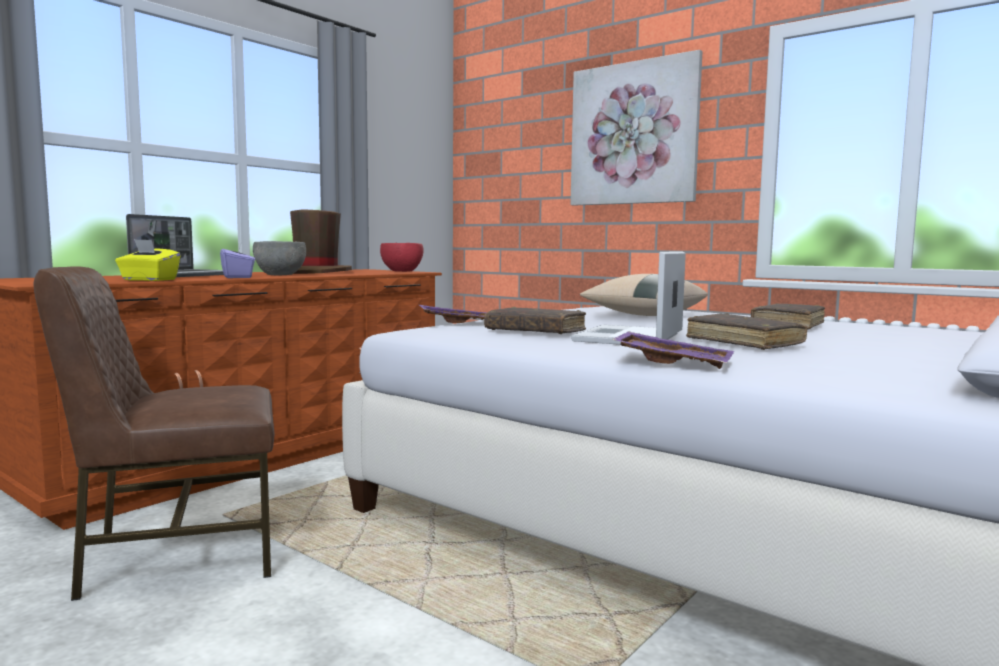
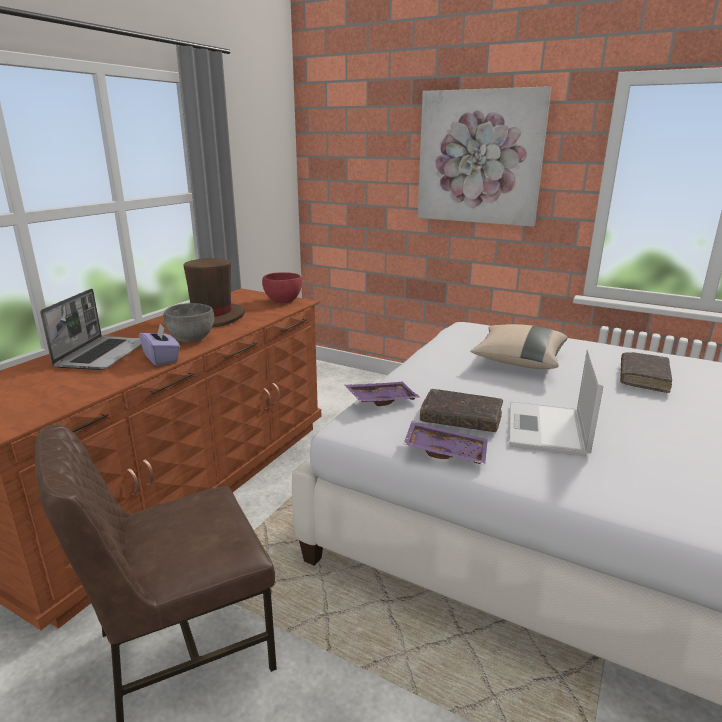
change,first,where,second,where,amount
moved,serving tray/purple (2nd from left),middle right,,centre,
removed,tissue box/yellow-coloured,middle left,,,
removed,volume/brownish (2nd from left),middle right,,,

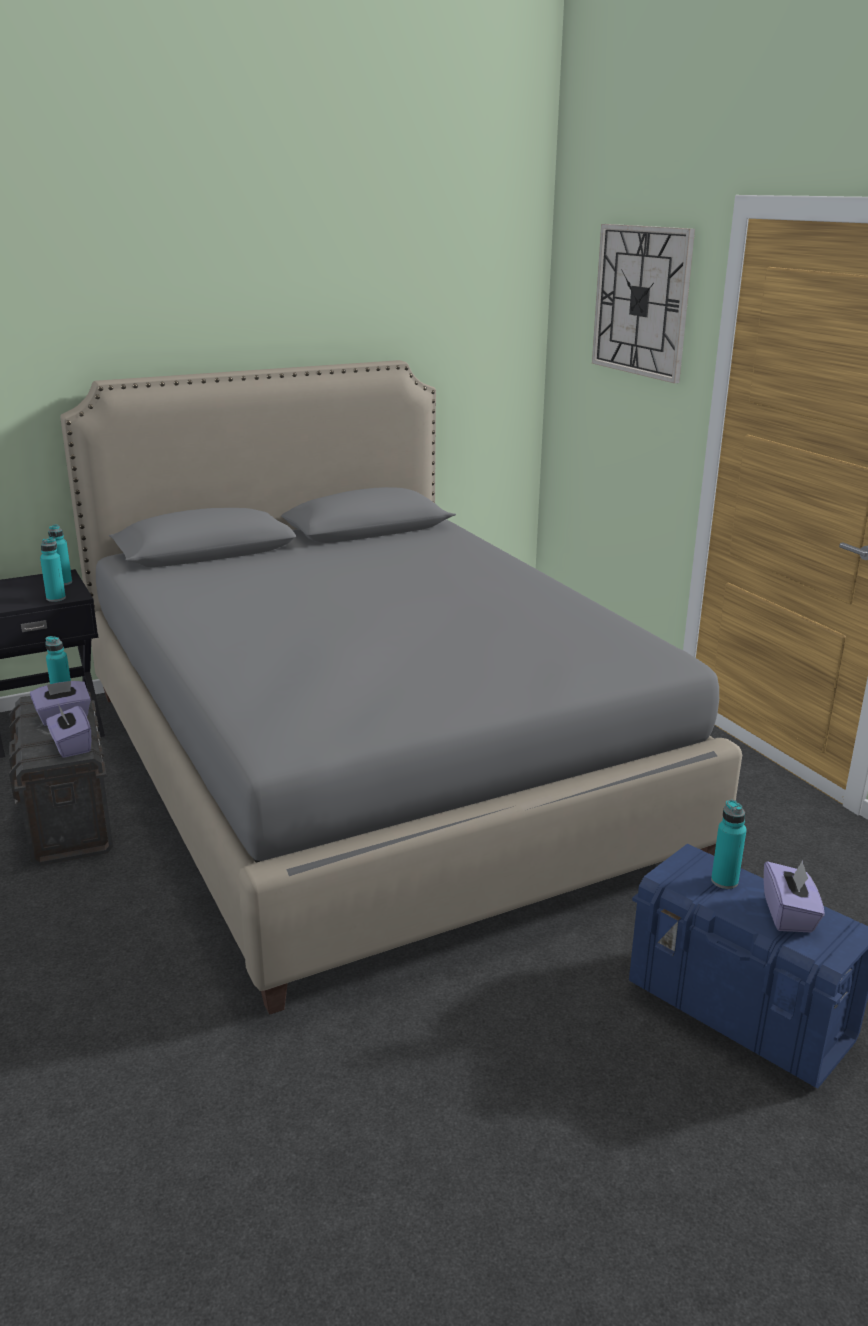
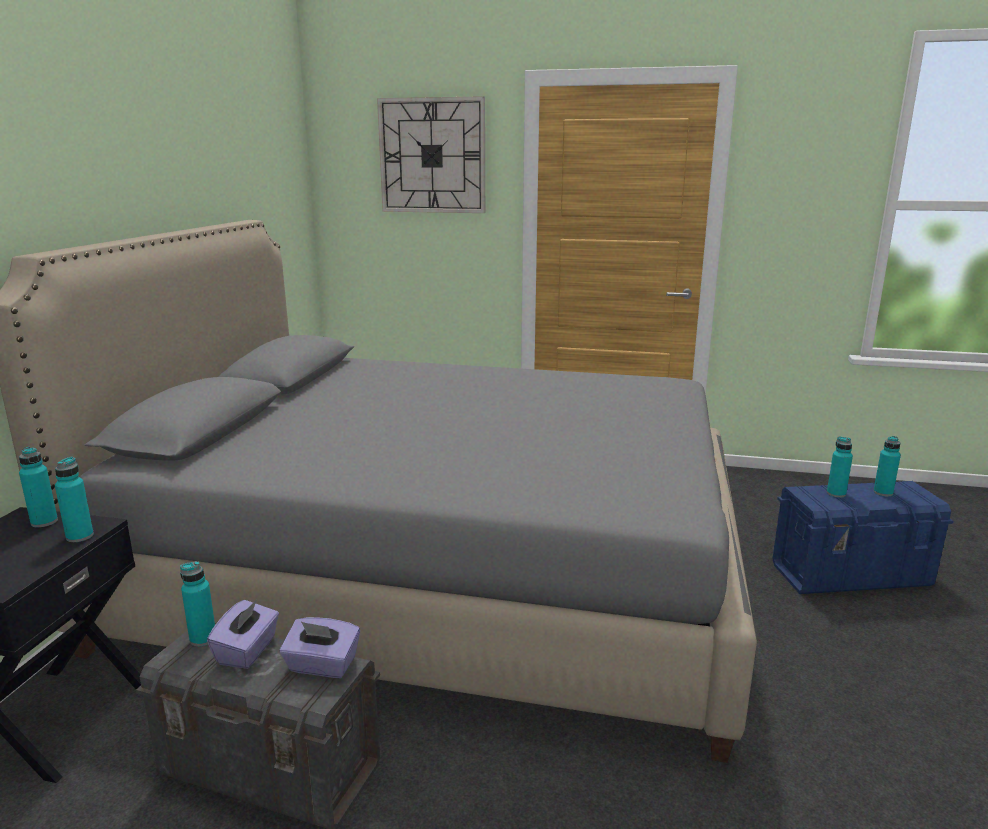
change,first,where,second,where,amount
replaced,tissue box/purple (3rd from left),bottom right,drink bottle/turquoise (5th from left),middle right,

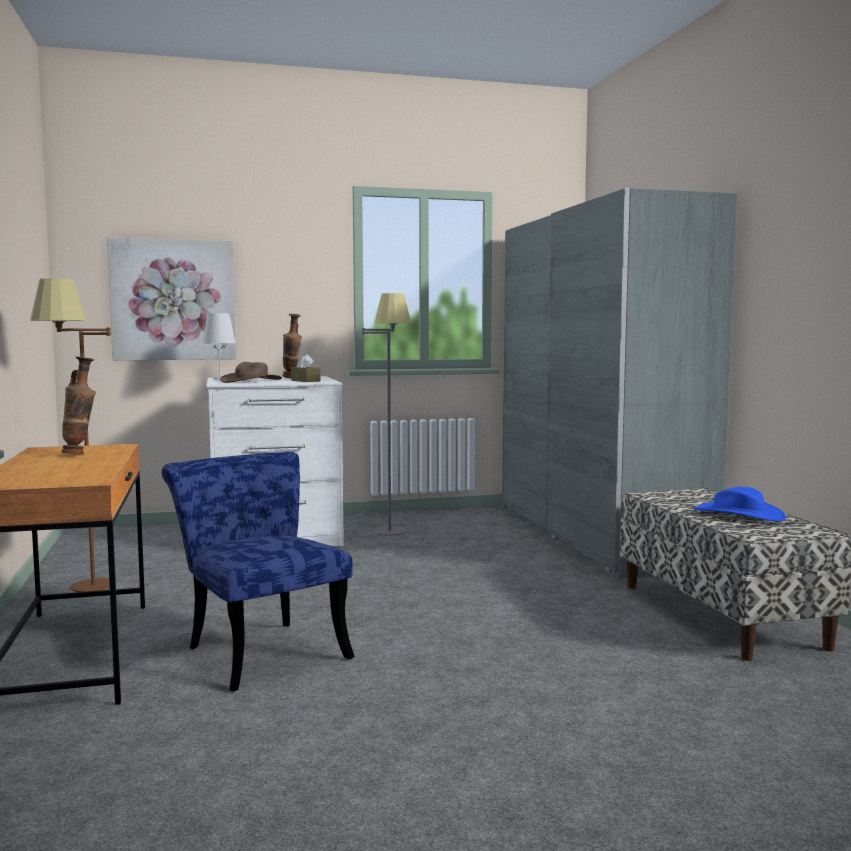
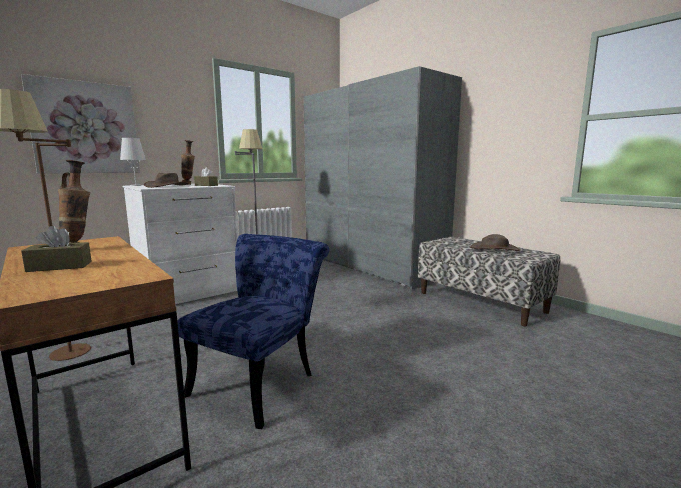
change,first,where,second,where,amount
added,,,tissue box/brownish (1st from left),middle left,
turned,plain chair/bluish,bottom left,,bottom centre,90 degrees clockwise
recoloured,clothing hat/bluish,middle right,clothing hat/brownish (2nd from left),middle right,

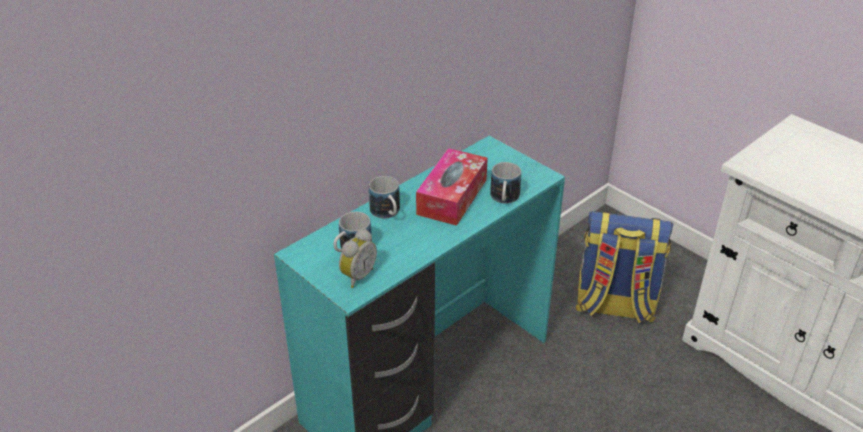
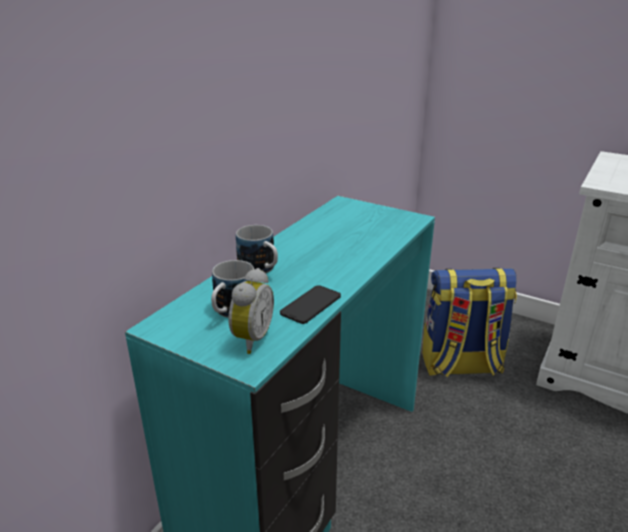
change,first,where,second,where,amount
added,,,handset,centre,
removed,tissue box,centre,,,
removed,coffee mug (3rd from left),centre,,,

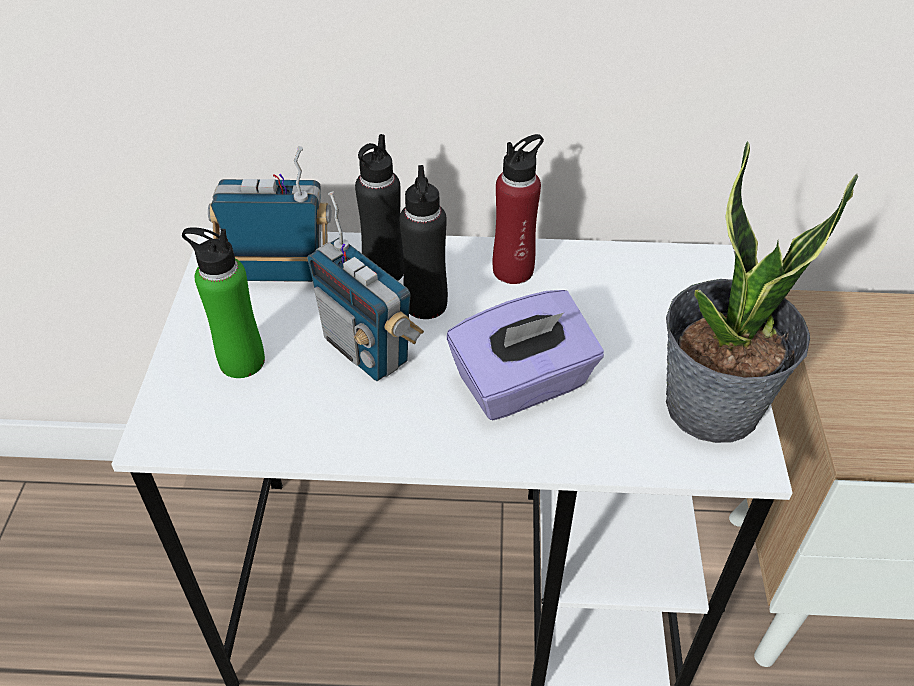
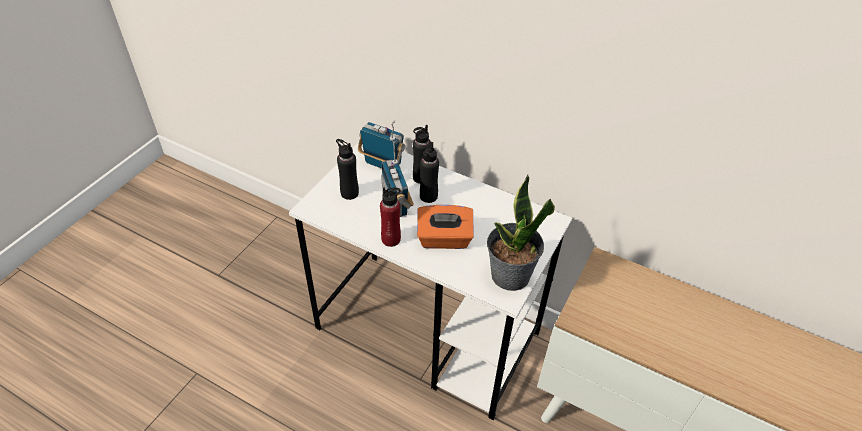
change,first,where,second,where,amount
recoloured,drink bottle/green,middle left,drink bottle/black (1st from left),centre,
moved,drink bottle/red,top centre,,centre,
recoloured,tissue box/purple,centre,tissue box/orange-coloured,centre,

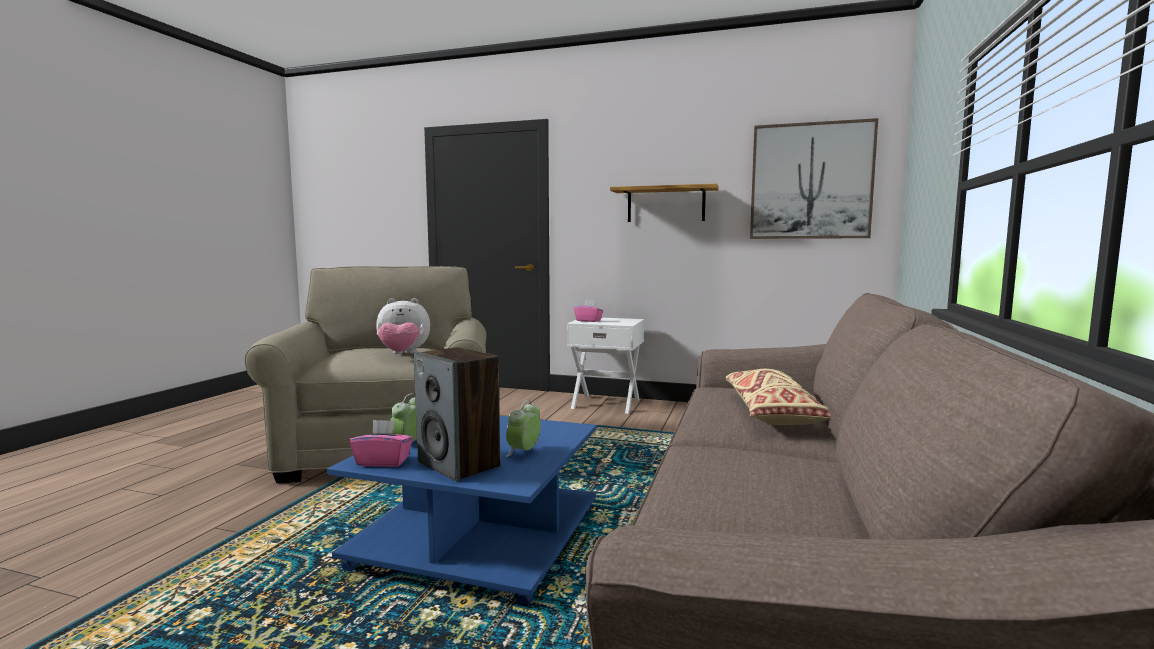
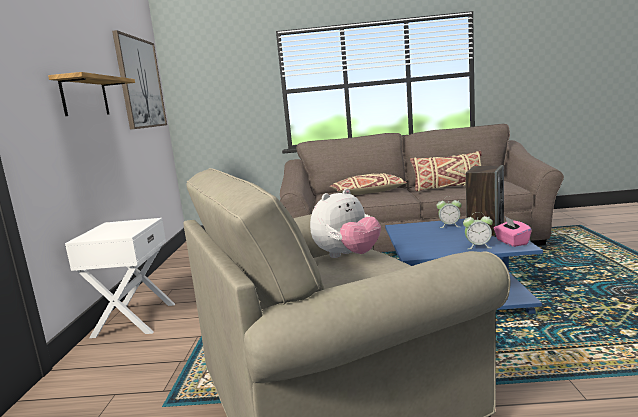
change,first,where,second,where,amount
turned,cuddly toy,centre,,centre,75 degrees clockwise
added,,,cushion/beige-coloured (2nd from left),middle right,
removed,tissue box/pinkish (2nd from left),centre,,,

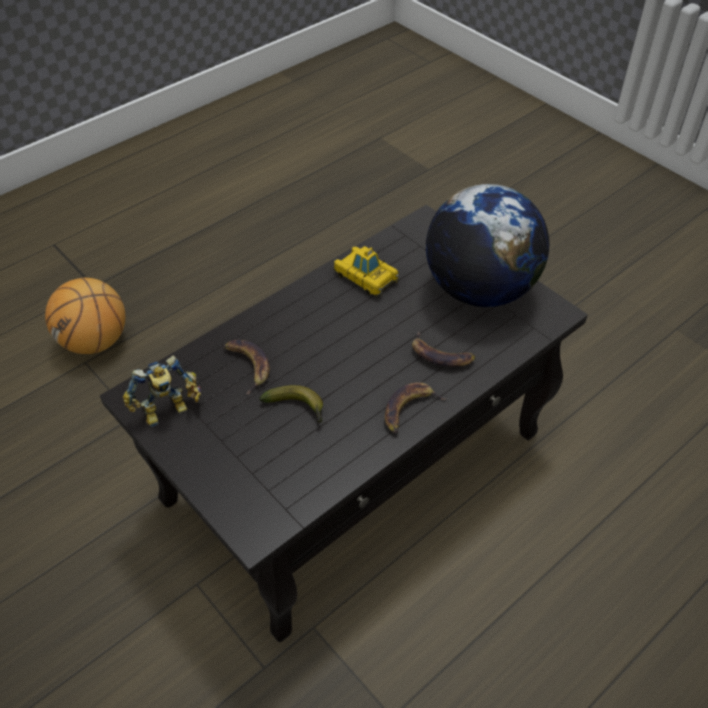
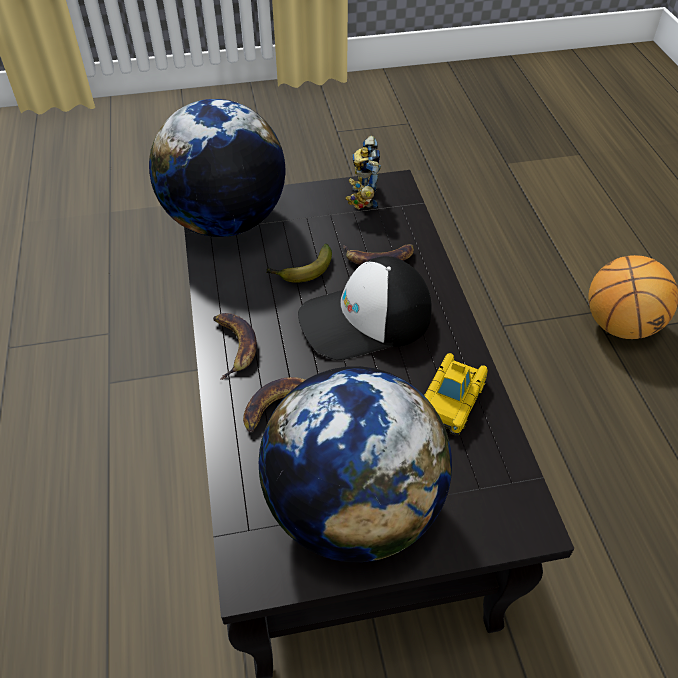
change,first,where,second,where,amount
added,,,world globe (1st from left),top left,
added,,,baseball cap,centre,
turned,toy car,centre,,middle right,135 degrees clockwise

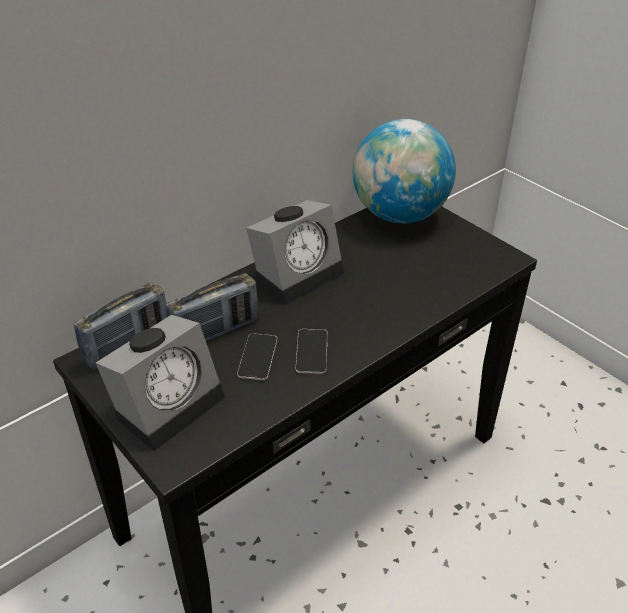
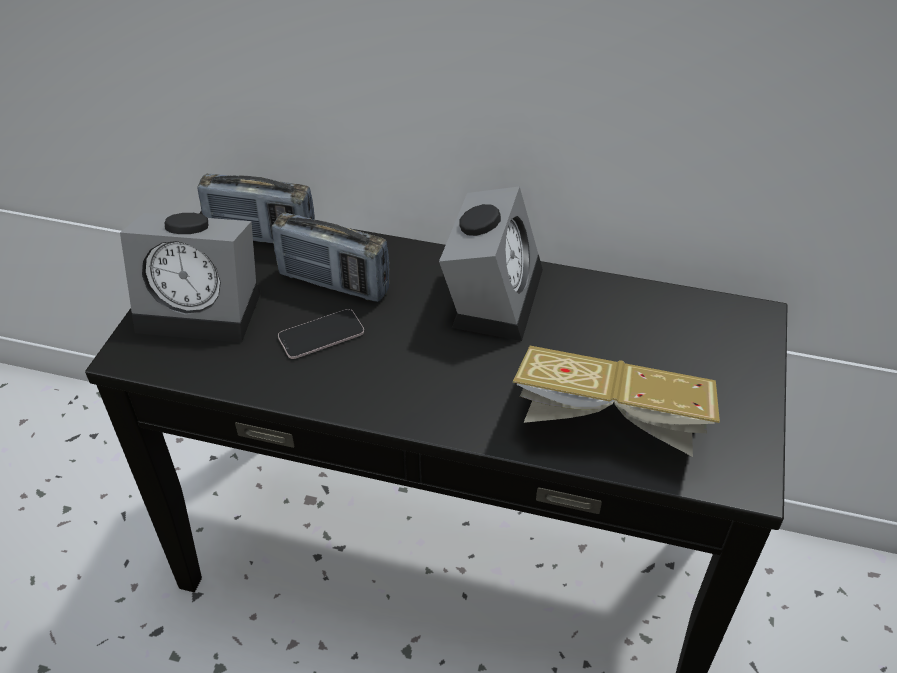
change,first,where,second,where,amount
turned,alarm clock (2nd from left),centre,,centre,90 degrees counterclockwise
added,,,volume,middle right,
removed,handset (2nd from left),centre,,,
removed,world globe,top centre,,,

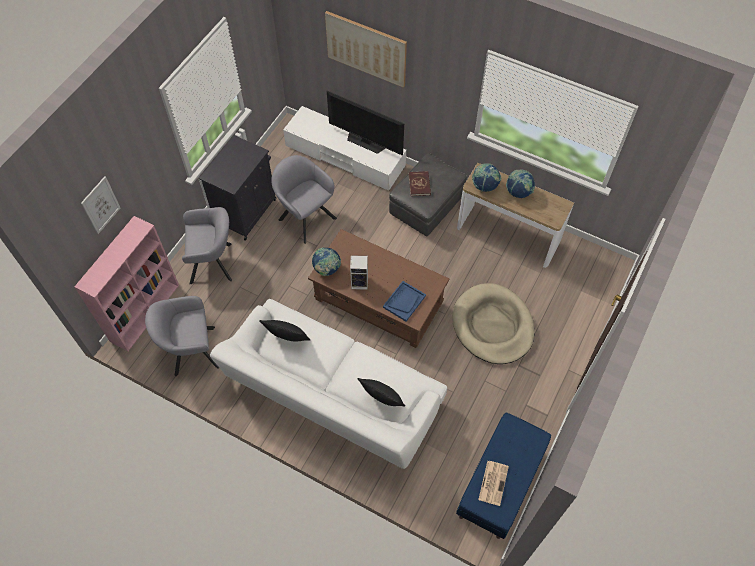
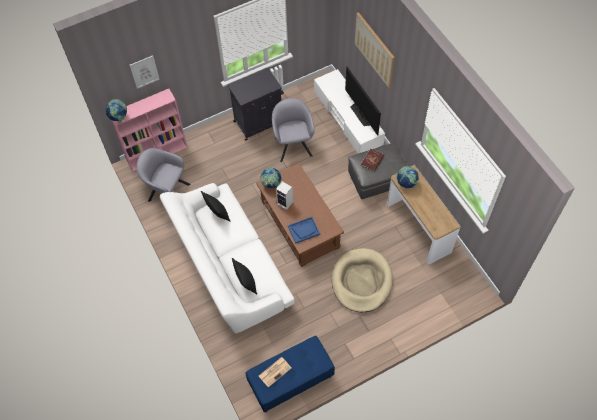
change,first,where,second,where,amount
moved,world globe (3rd from left in the first image),top right,world globe (1st from left),top left,
removed,armchair/greyish (2nd from left),middle left,,,

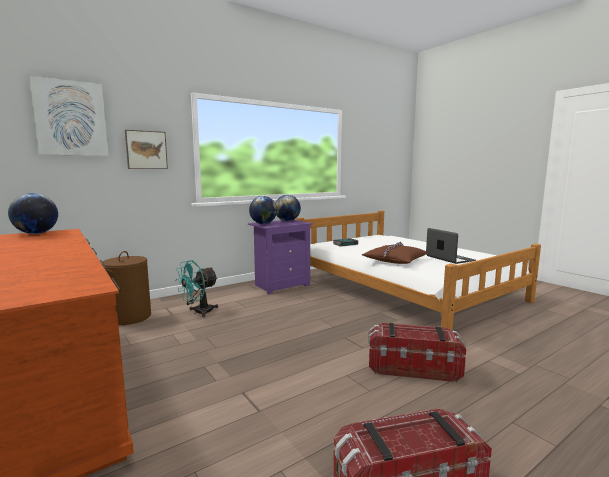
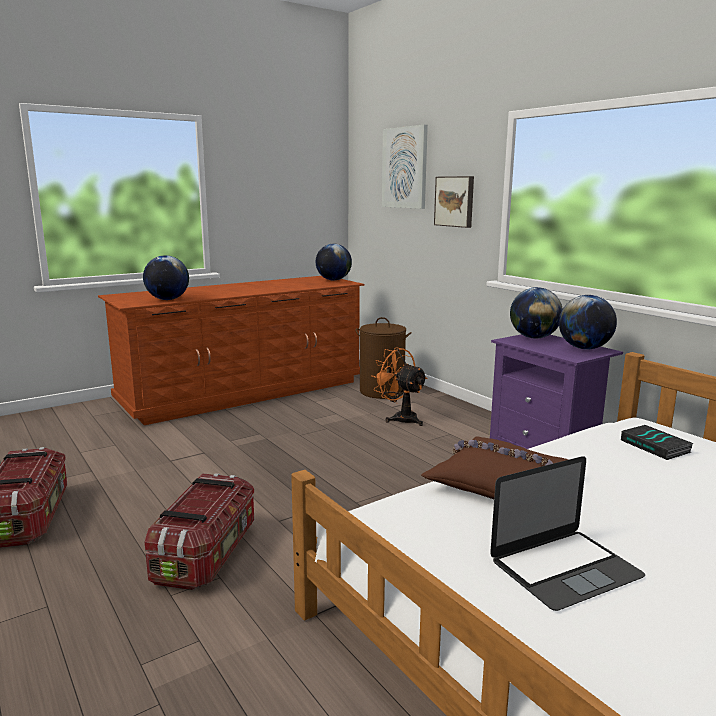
change,first,where,second,where,amount
added,,,world globe (1st from left),middle left,
recoloured,fan/turquoise,middle left,fan/orange-coloured,centre,

